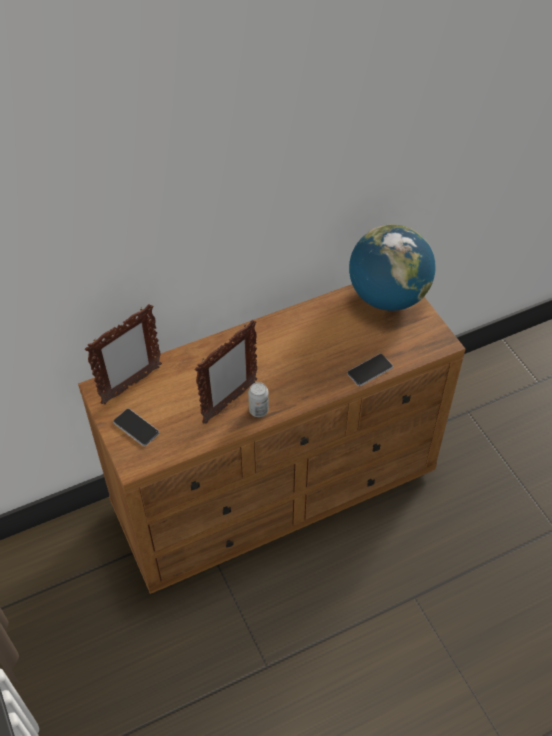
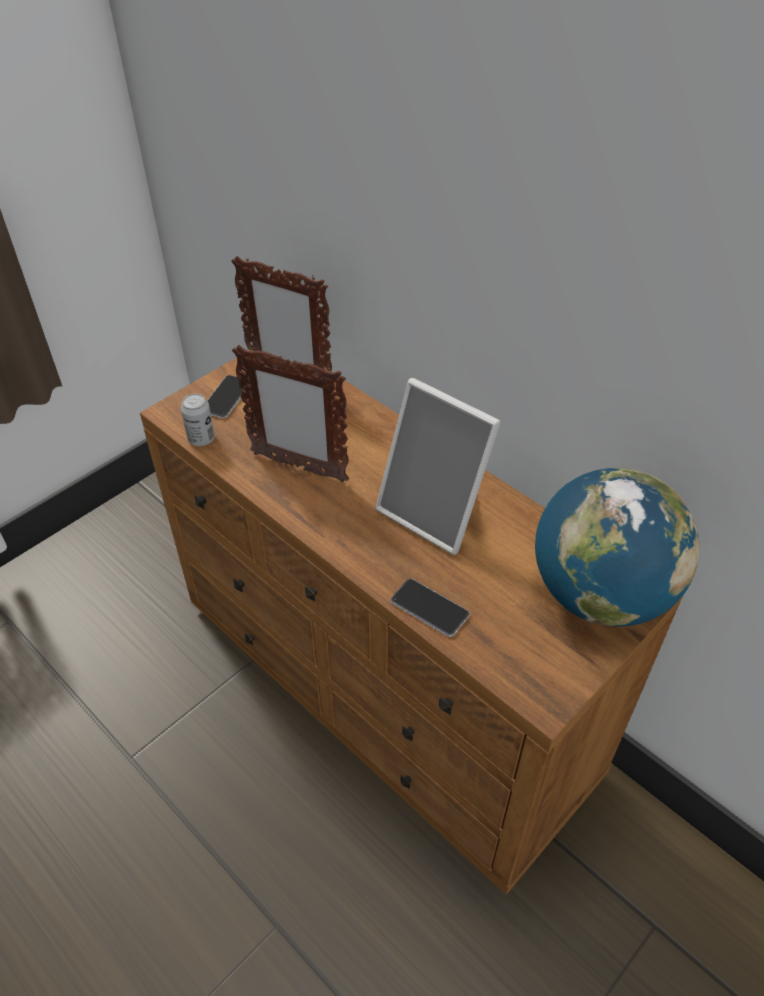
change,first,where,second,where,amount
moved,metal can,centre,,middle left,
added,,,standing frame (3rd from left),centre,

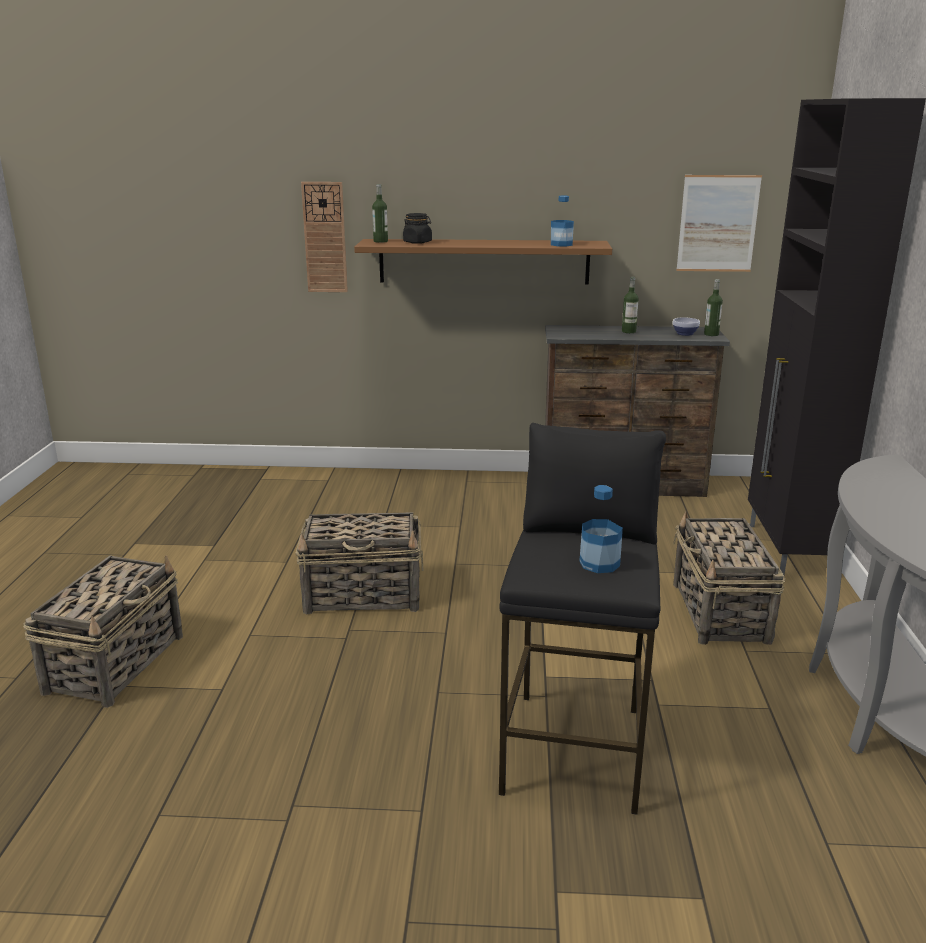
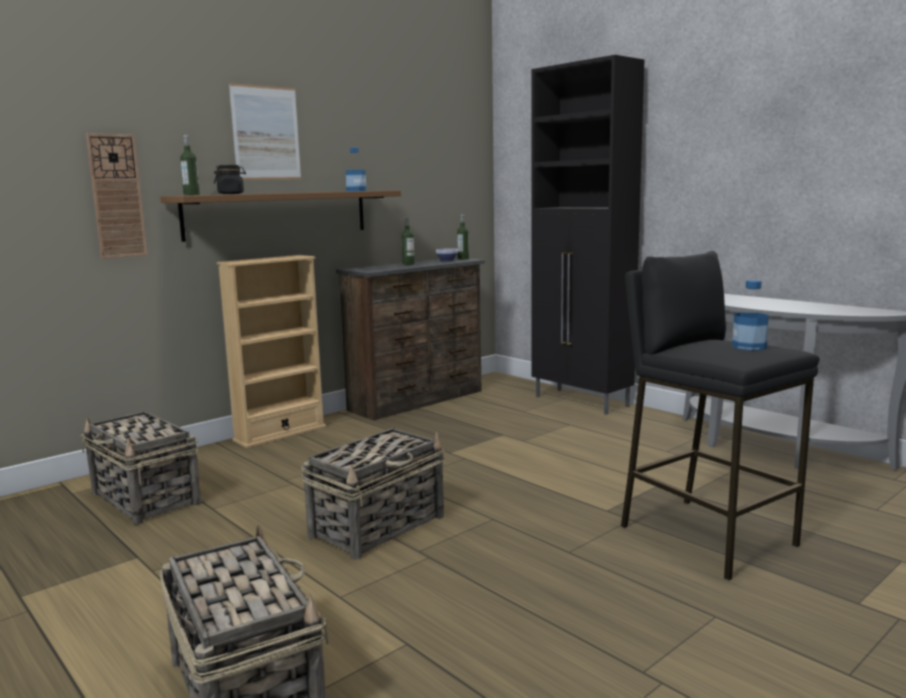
change,first,where,second,where,amount
moved,basket (3rd from left in the first image),middle right,basket (1st from left),bottom left,
added,,,shelving unit/beige-coloured,middle left,
moved,wall art,top right,,top left,

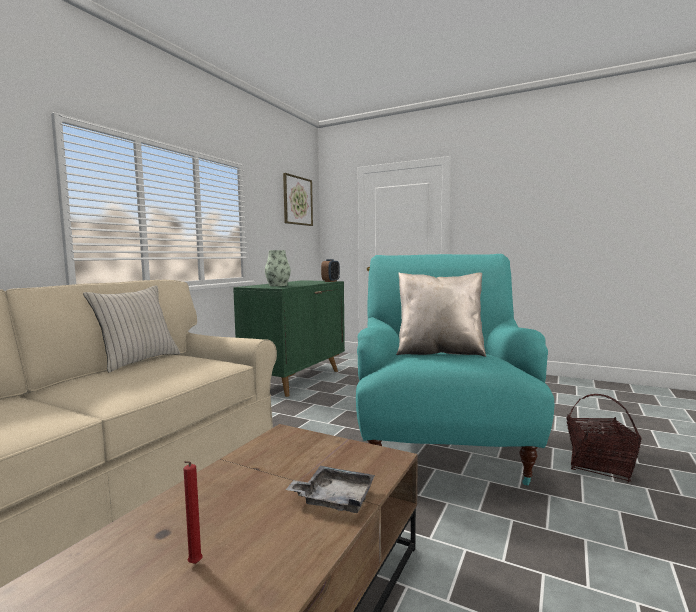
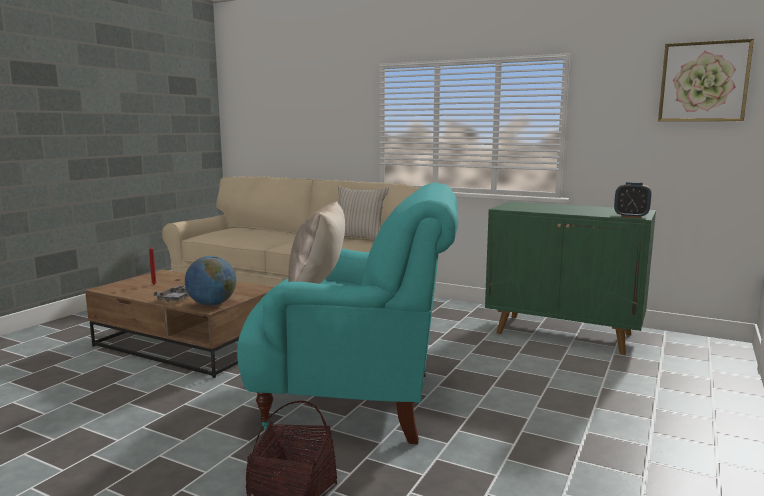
change,first,where,second,where,amount
added,,,world globe,middle left,
removed,decorative vase,centre,,,

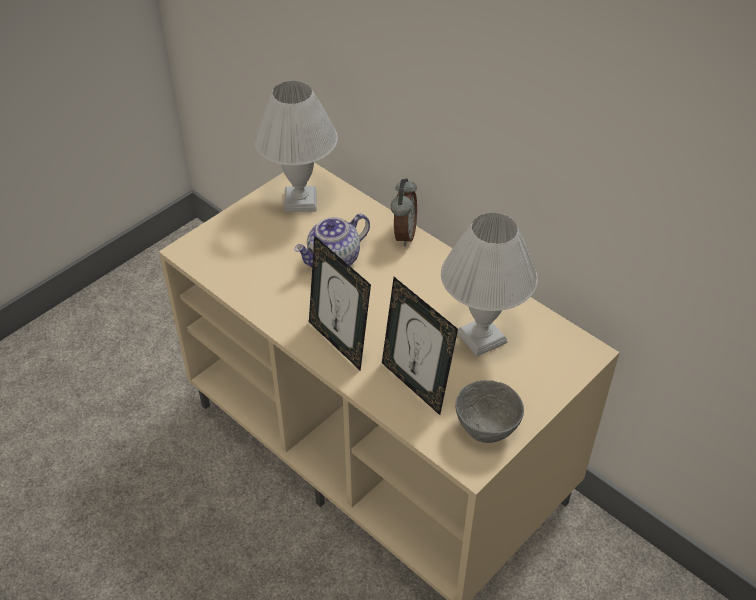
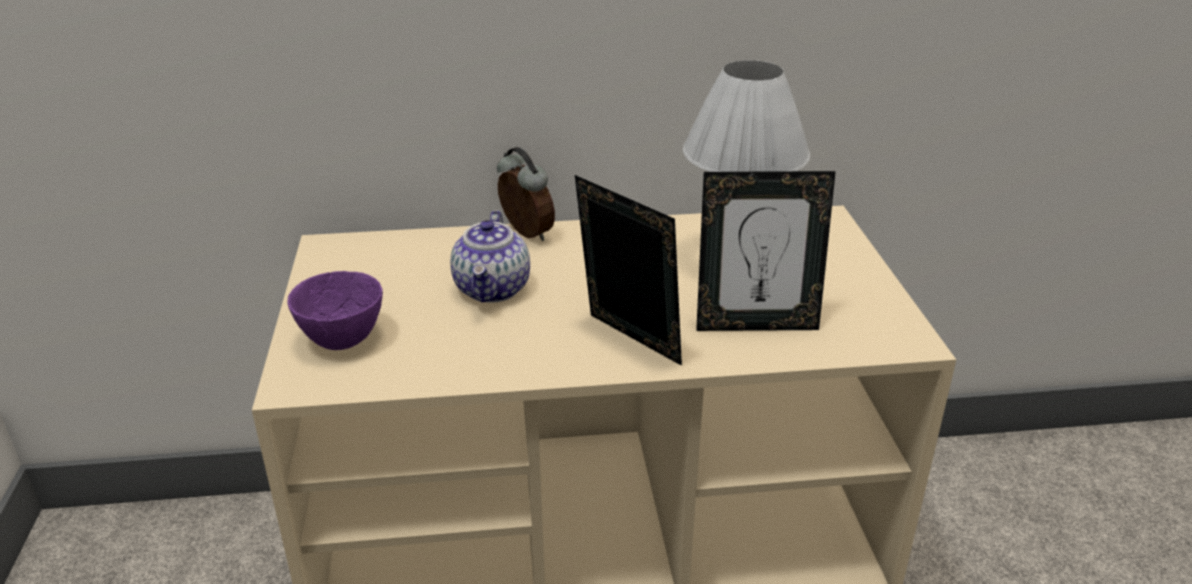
change,first,where,second,where,amount
added,,,serving bowl/purple,middle left,
turned,standing frame (1st from left),centre,,centre,135 degrees counterclockwise
removed,table lamp/white-coloured (1st from left),top centre,,,
removed,serving bowl/greyish,bottom centre,,,

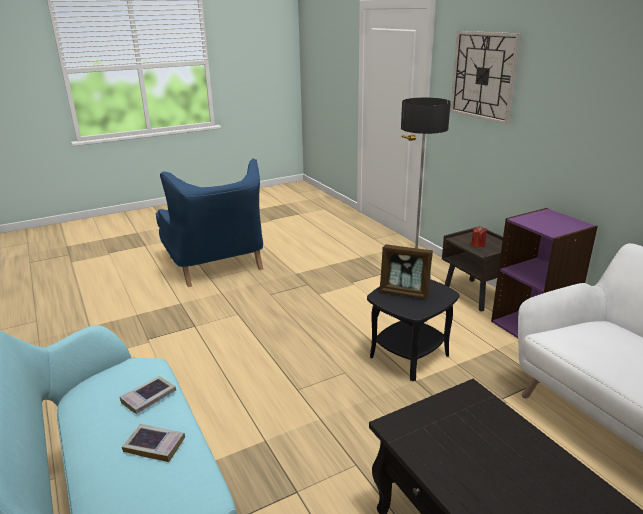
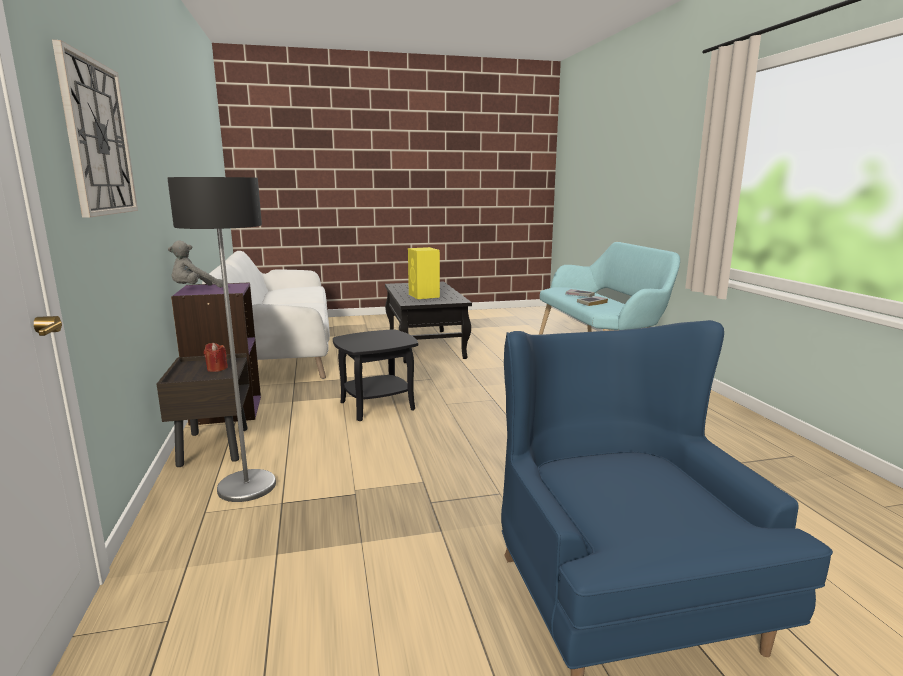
change,first,where,second,where,amount
added,,,cuddly toy/greyish,middle left,
added,,,speaker/yellow-coloured,centre,
removed,standing frame,centre,,,

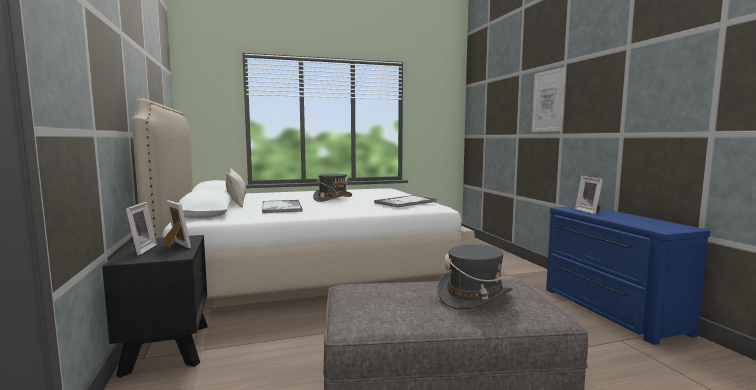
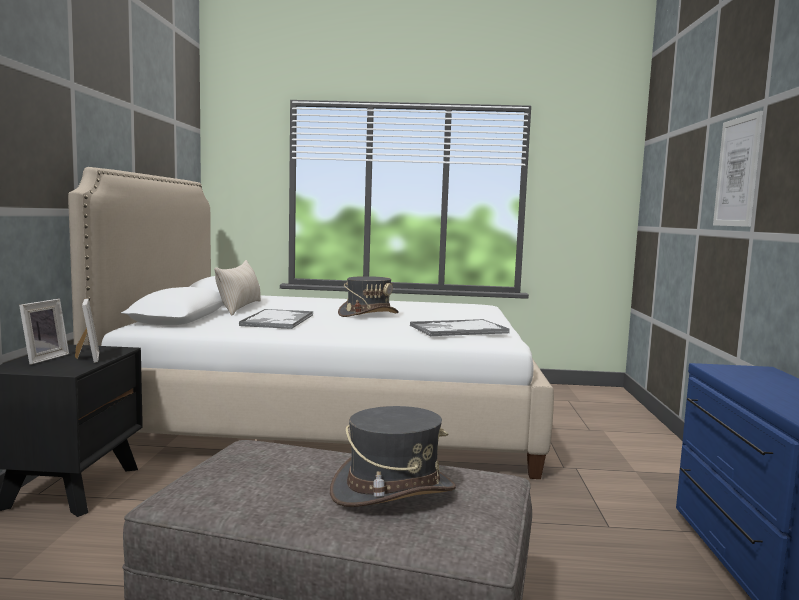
change,first,where,second,where,amount
removed,standing frame (3rd from left),middle right,,,

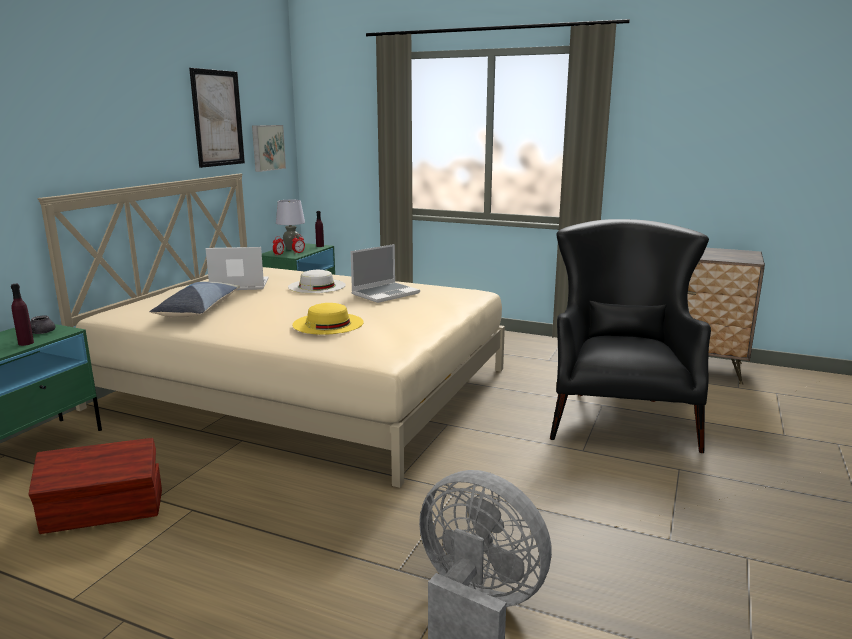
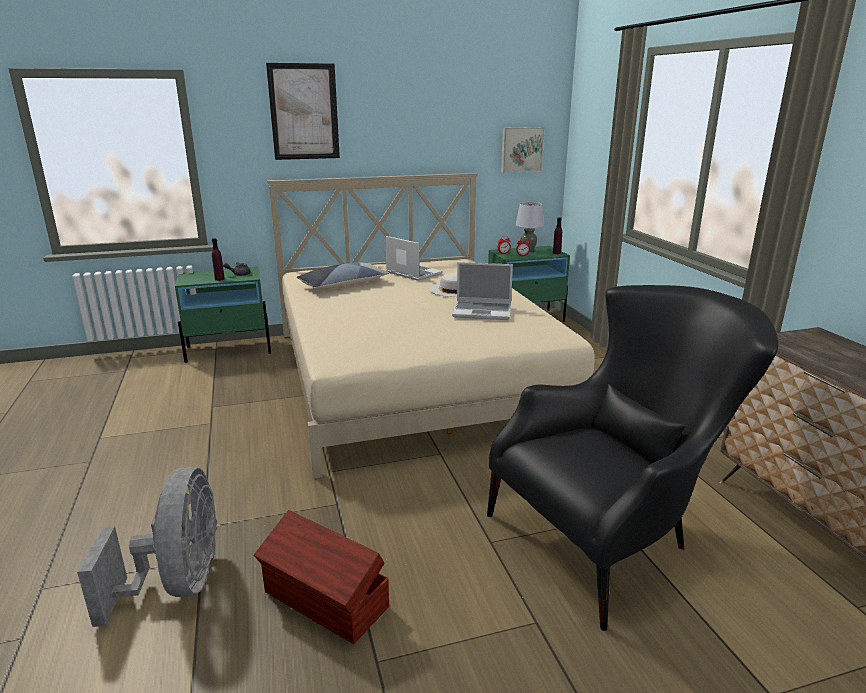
change,first,where,second,where,amount
moved,storage box/brownish,bottom left,,bottom centre,
moved,wall art (1st from left),top left,,top centre,
removed,clothing hat/yellow-coloured,centre,,,

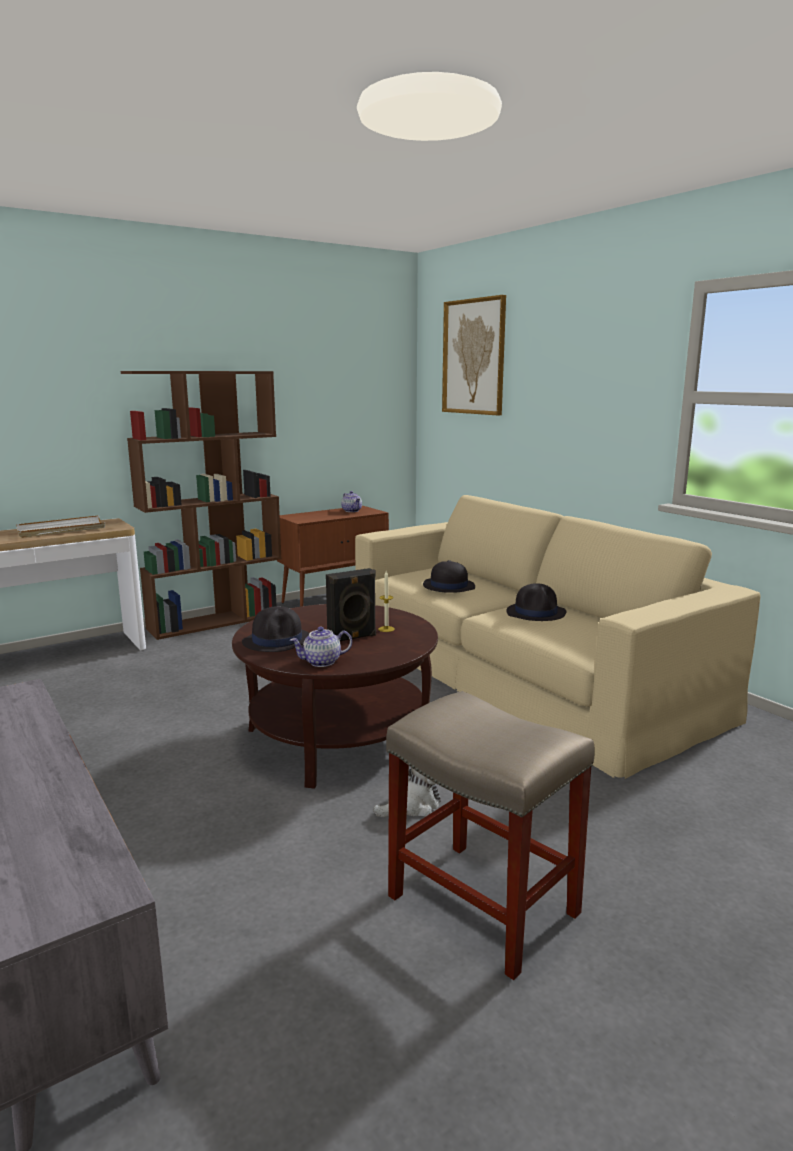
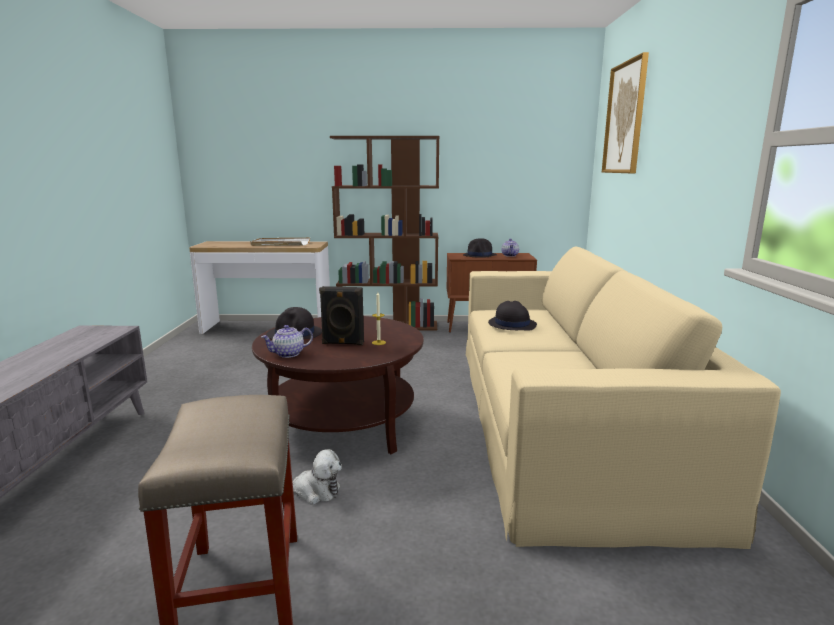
change,first,where,second,where,amount
turned,pot for tea (1st from left),centre,,centre,45 degrees counterclockwise
moved,clothing hat/black (3rd from left in the first image),middle right,clothing hat/black (2nd from left),centre,

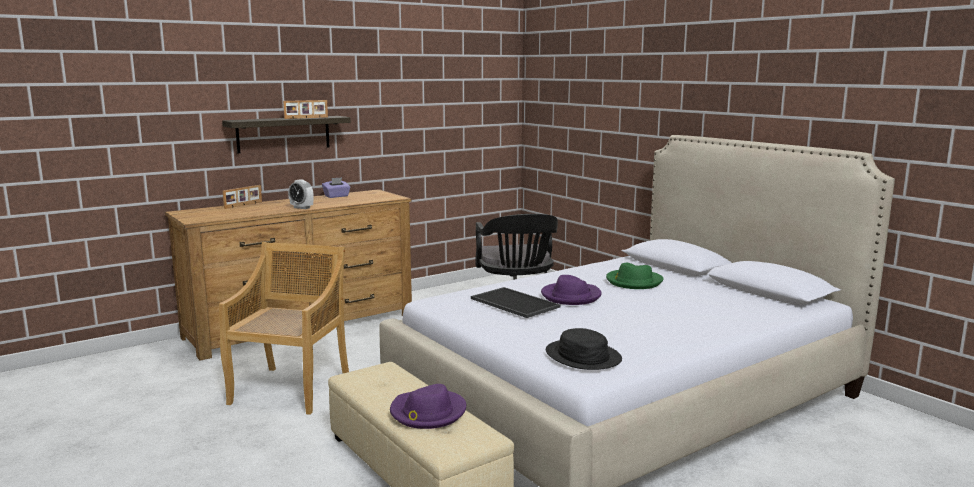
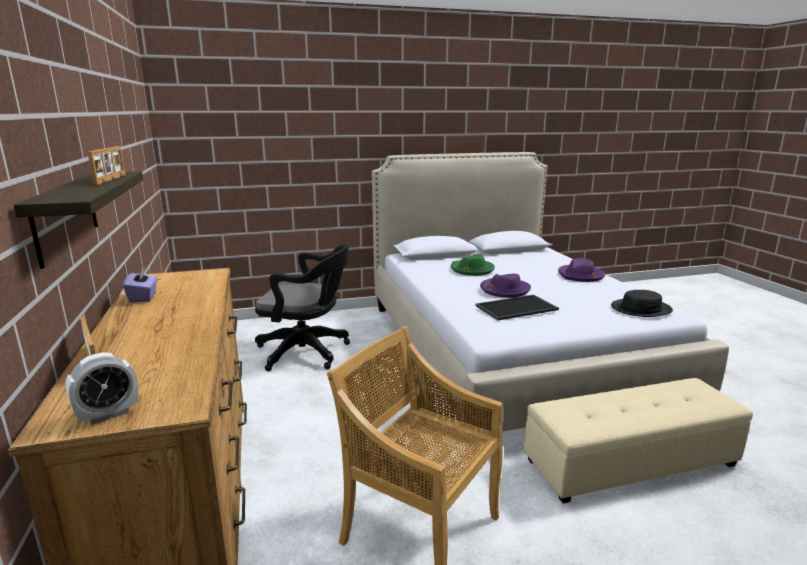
change,first,where,second,where,amount
moved,alarm clock,middle left,,bottom left,
moved,clothing hat/purple (1st from left in the first image),bottom centre,clothing hat/purple (2nd from left),middle right,

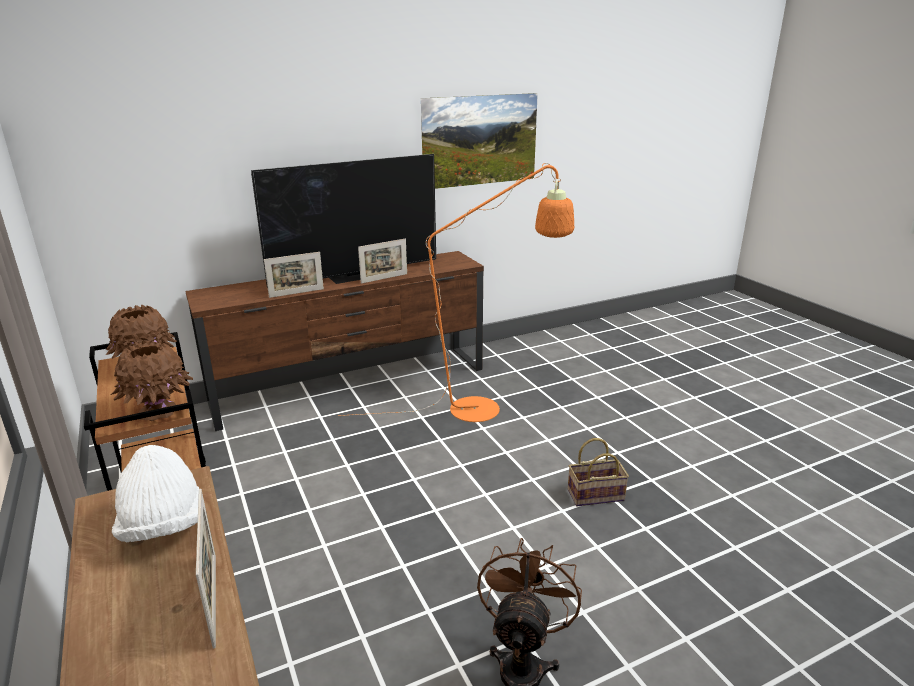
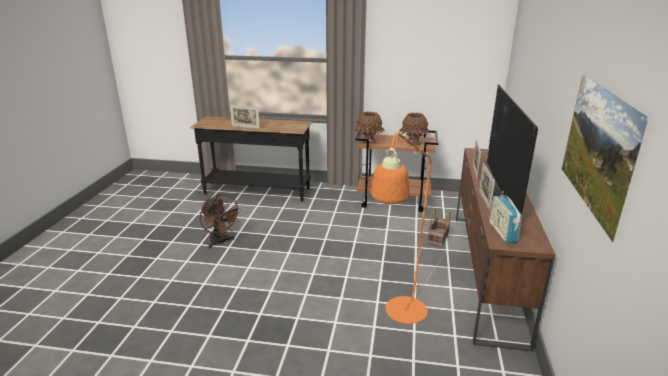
change,first,where,second,where,amount
moved,basket,bottom centre,,centre,
added,,,radio receiver,middle right,
removed,clothing hat/white-coloured,bottom left,,,

